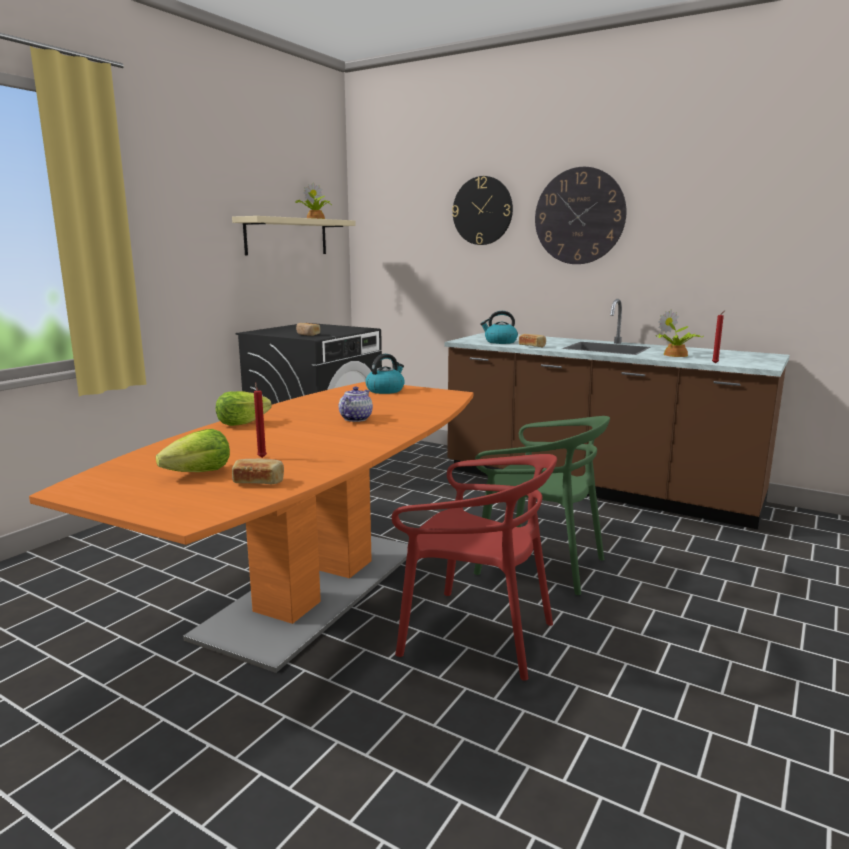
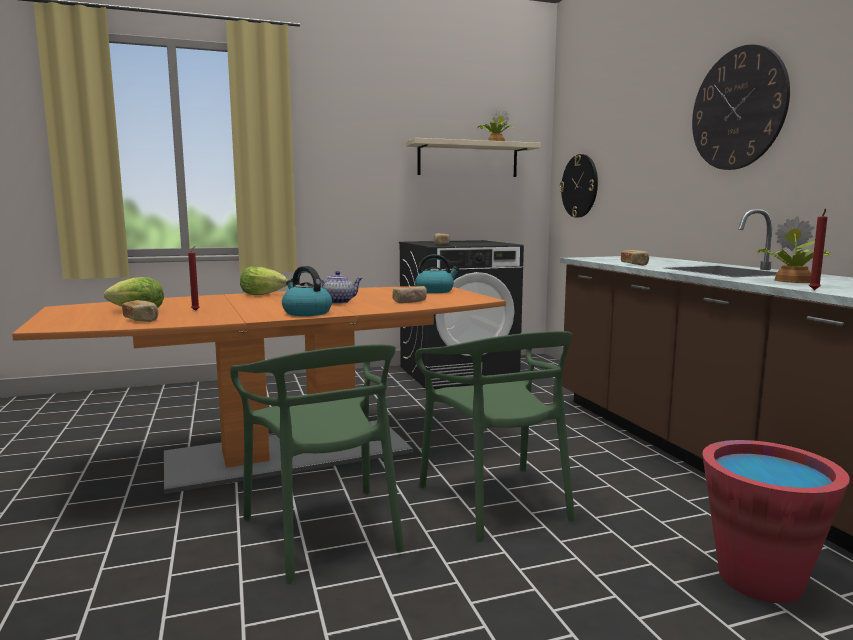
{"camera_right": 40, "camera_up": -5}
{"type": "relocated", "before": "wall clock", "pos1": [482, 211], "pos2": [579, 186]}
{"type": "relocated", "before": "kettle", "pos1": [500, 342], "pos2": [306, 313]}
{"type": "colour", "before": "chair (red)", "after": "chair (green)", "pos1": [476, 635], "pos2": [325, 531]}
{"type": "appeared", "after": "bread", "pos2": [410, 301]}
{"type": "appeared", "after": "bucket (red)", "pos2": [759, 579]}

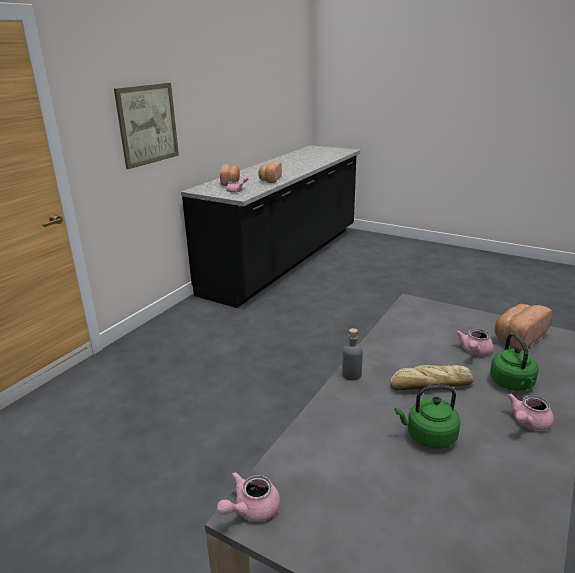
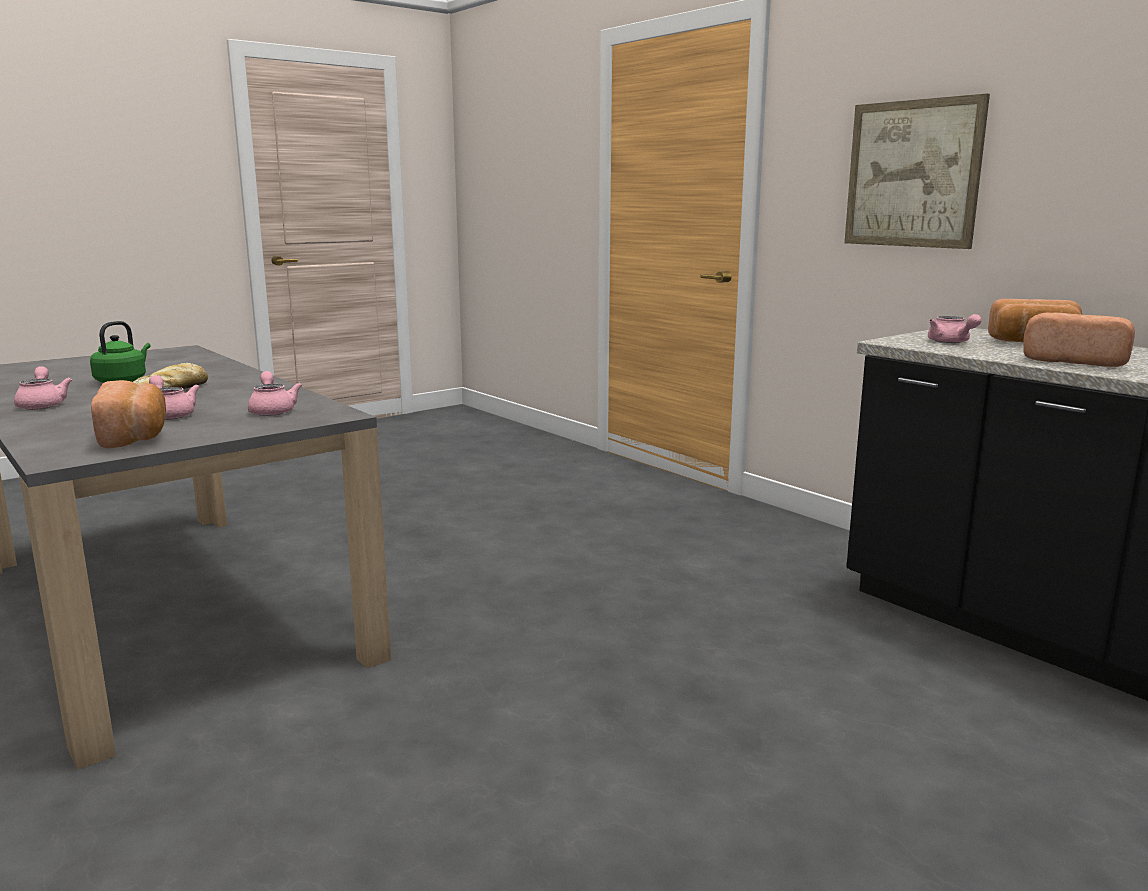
{"camera_right": 110, "camera_up": -10}
{"type": "missing", "before": "bottle (grey)", "pos1": [351, 374]}
{"type": "missing", "before": "kettle (green)", "pos1": [512, 384]}
{"type": "relocated", "before": "teapot (pink)", "pos1": [250, 509], "pos2": [272, 410]}

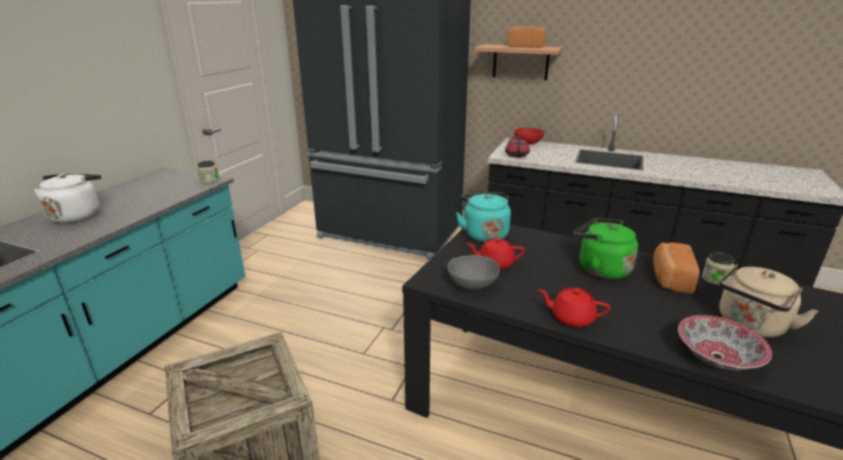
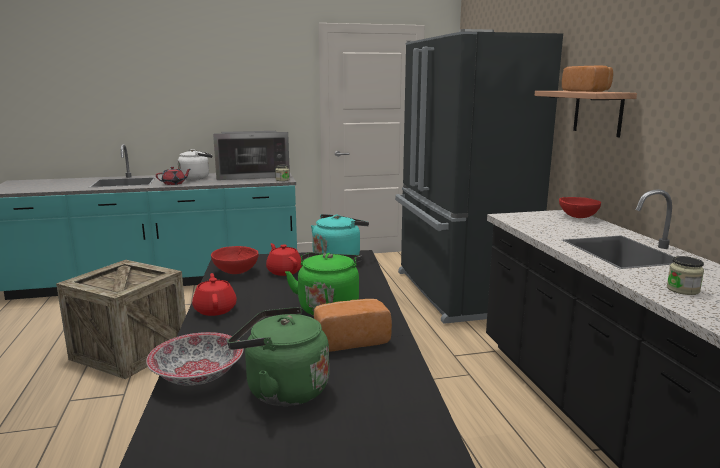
{"camera_right": 55, "camera_up": -10}
{"type": "relocated", "before": "teapot (red)", "pos1": [516, 155], "pos2": [174, 183]}
{"type": "relocated", "before": "jar", "pos1": [715, 279], "pos2": [683, 289]}
{"type": "colour", "before": "bowl (grey)", "after": "bowl (red)", "pos1": [471, 285], "pos2": [235, 271]}
{"type": "colour", "before": "kettle (beige)", "after": "kettle (green)", "pos1": [750, 326], "pos2": [282, 390]}
{"type": "appeared", "after": "microwave", "pos2": [252, 175]}

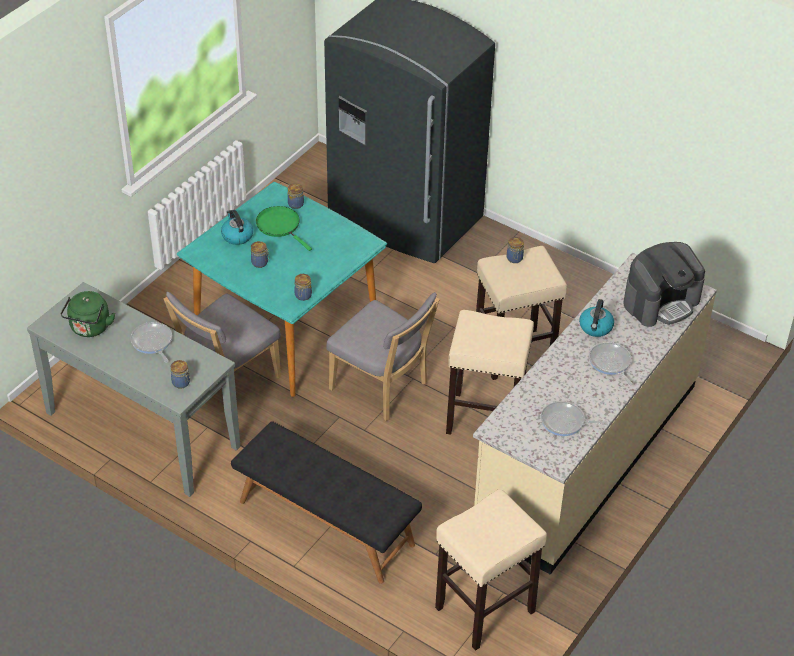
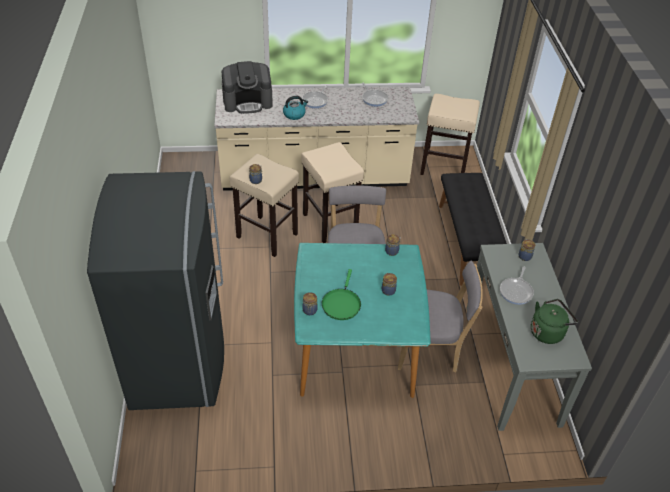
{"camera_right": -130, "camera_up": 0}
{"type": "missing", "before": "kettle", "pos1": [237, 236]}
{"type": "spun", "before": "coffee machine", "pos1": [661, 302], "pos2": [248, 102], "turn": 150}

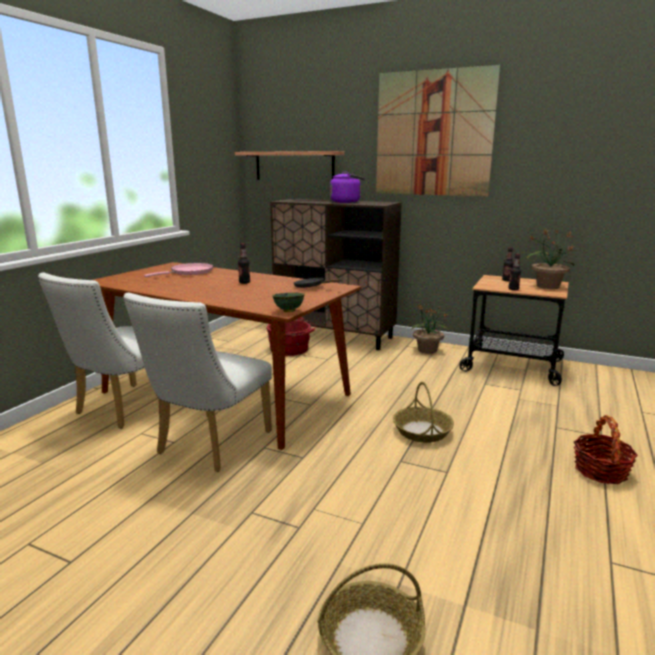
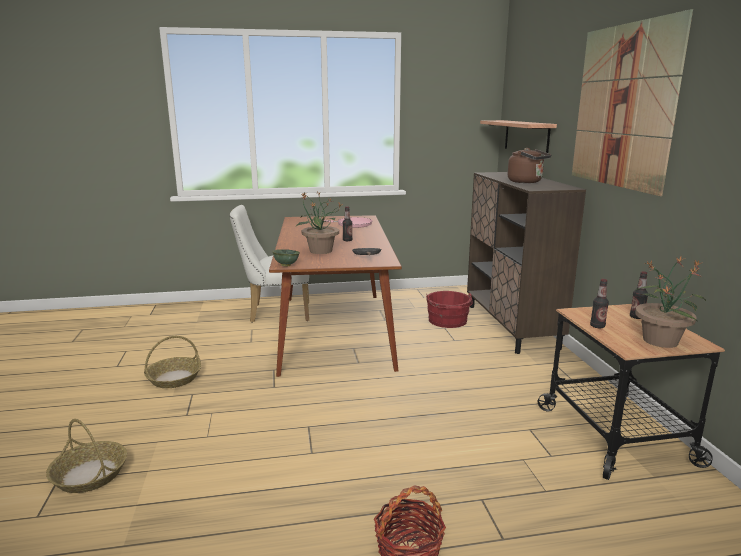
{"camera_right": 55, "camera_up": 0}
{"type": "colour", "before": "kettle (purple)", "after": "kettle (brown)", "pos1": [347, 202], "pos2": [527, 182]}
{"type": "missing", "before": "chair (white)", "pos1": [209, 446]}
{"type": "relocated", "before": "potted plant", "pos1": [427, 350], "pos2": [320, 251]}
{"type": "relocated", "before": "basket", "pos1": [422, 431], "pos2": [174, 378]}

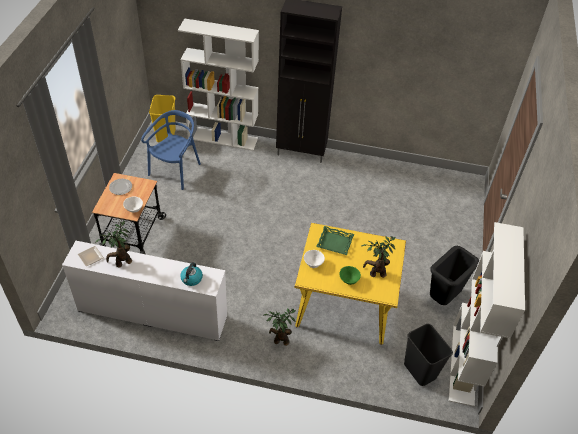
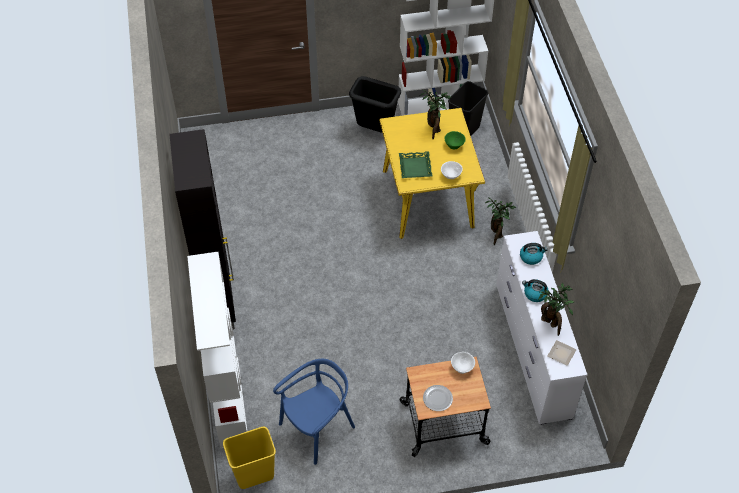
{"camera_right": -110, "camera_up": 5}
{"type": "spun", "before": "chair (blue)", "pos1": [175, 171], "pos2": [317, 428], "turn": 135}
{"type": "appeared", "after": "kettle", "pos2": [535, 294]}

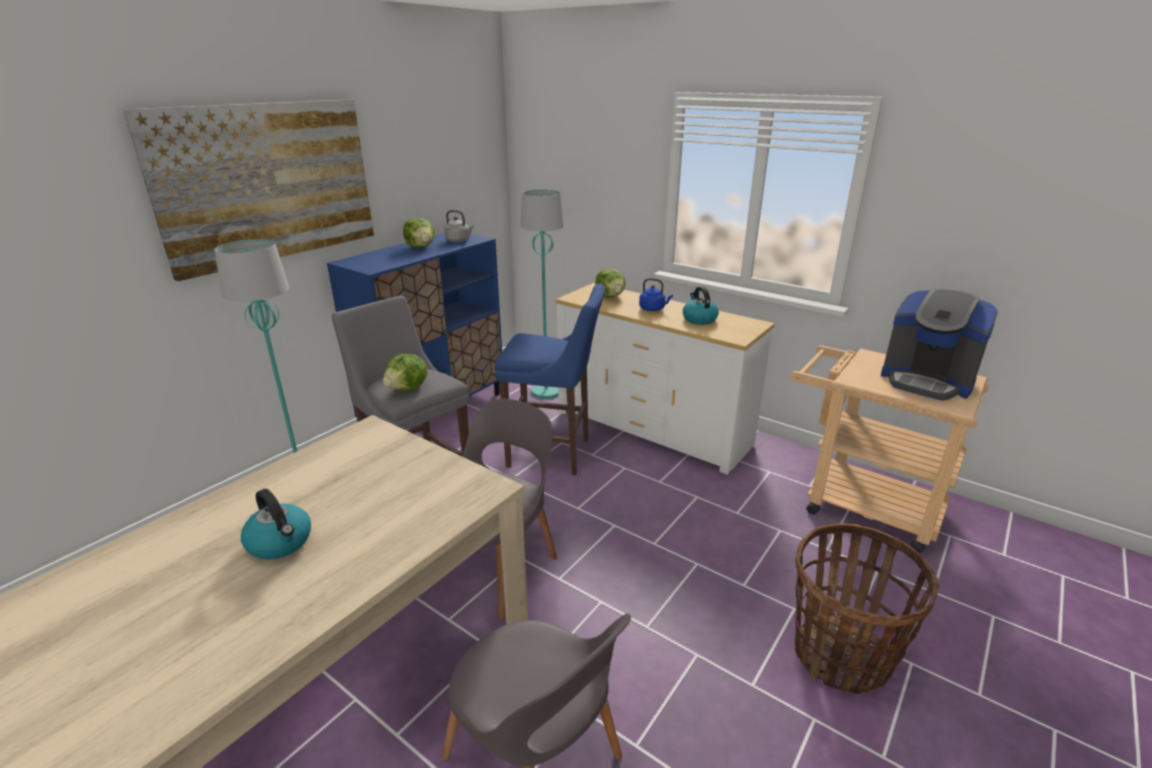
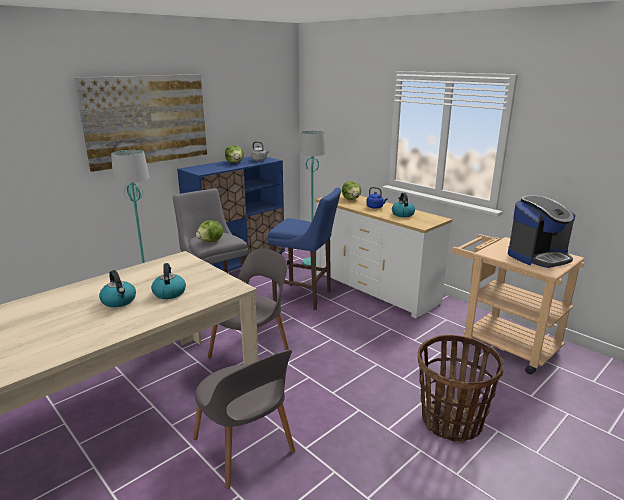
{"camera_right": 10, "camera_up": -5}
{"type": "spun", "before": "coffee machine", "pos1": [926, 381], "pos2": [538, 256], "turn": -75}
{"type": "appeared", "after": "kettle", "pos2": [169, 293]}

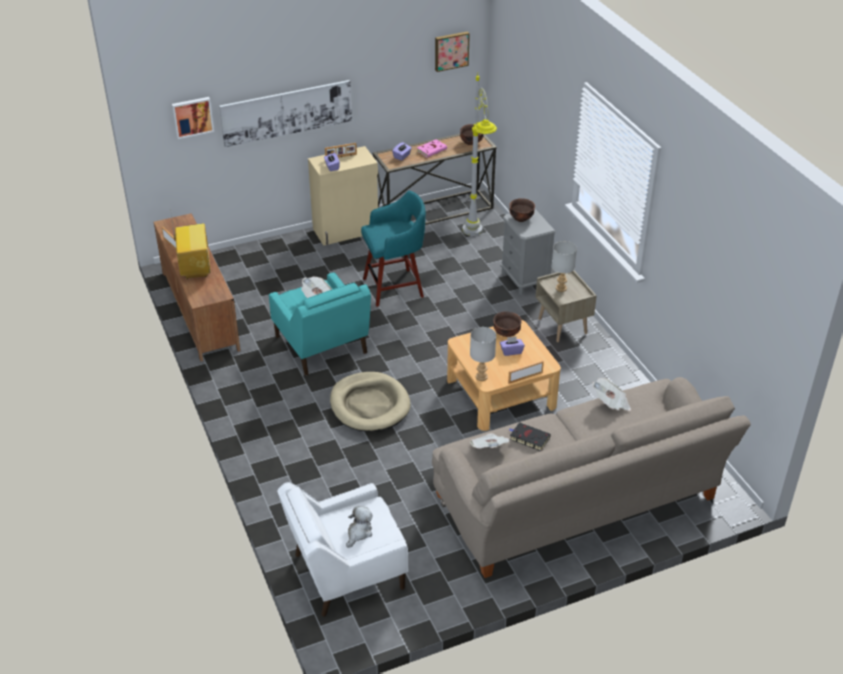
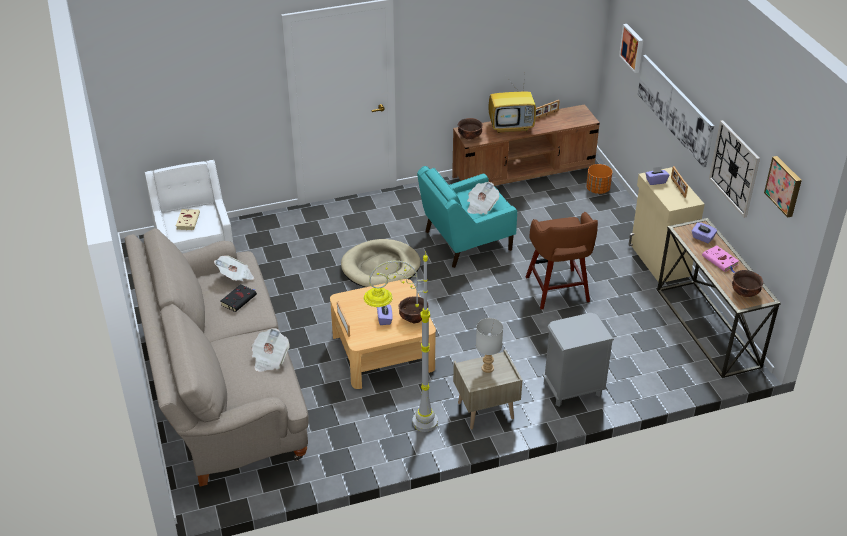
{"camera_right": 95, "camera_up": 0}
{"type": "relocated", "before": "floor lamp (grey)", "pos1": [476, 240], "pos2": [403, 424]}
{"type": "colour", "before": "stool (turquoise)", "after": "stool (brown)", "pos1": [395, 287], "pos2": [557, 290]}
{"type": "relocated", "before": "bowl (brown)", "pos1": [521, 218], "pos2": [470, 136]}
{"type": "missing", "before": "table lamp (grey)", "pos1": [481, 376]}
{"type": "exchanged", "before": "plush toy", "after": "book (beige)", "pos1": [359, 532], "pos2": [188, 220]}
{"type": "appeared", "after": "wall clock", "pos2": [734, 168]}
{"type": "appeared", "after": "planter (orange)", "pos2": [598, 189]}

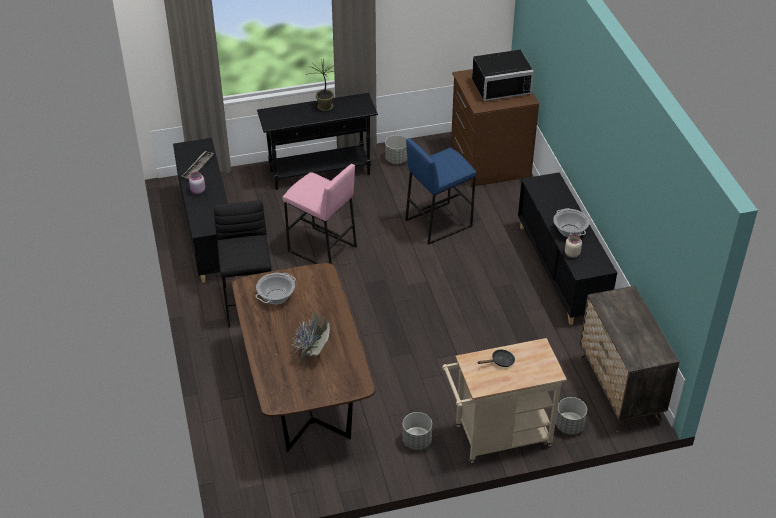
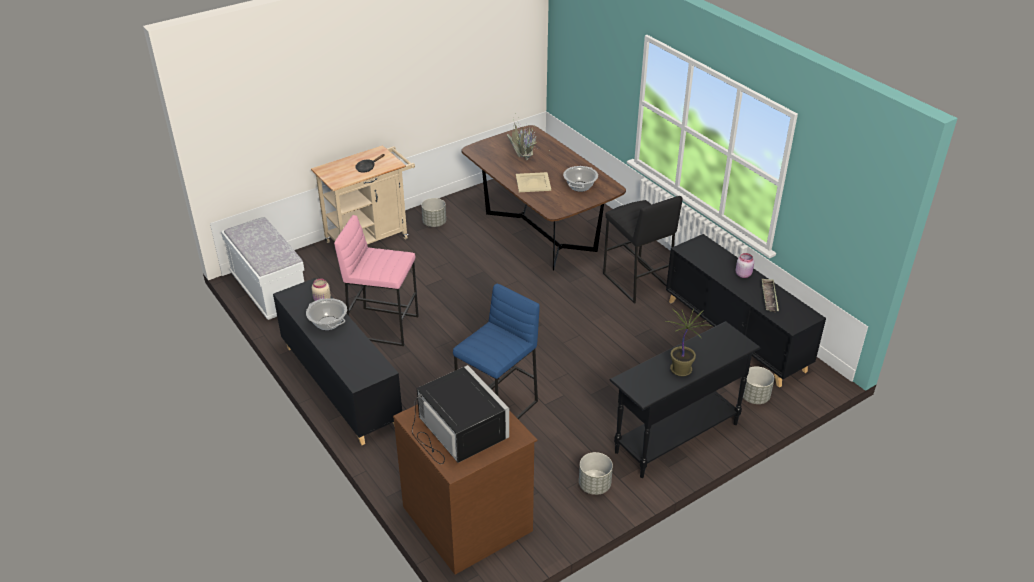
{"camera_right": 160, "camera_up": -5}
{"type": "spun", "before": "microwave (black)", "pos1": [500, 85], "pos2": [457, 431], "turn": 90}
{"type": "relocated", "before": "stool (pink)", "pos1": [321, 249], "pos2": [383, 326]}
{"type": "exchanged", "before": "dresser", "after": "bench (white)", "pos1": [620, 390], "pos2": [269, 291]}
{"type": "relocated", "before": "planter (grey)", "pos1": [569, 425], "pos2": [754, 397]}
{"type": "appeared", "after": "tray (beige)", "pos2": [533, 182]}

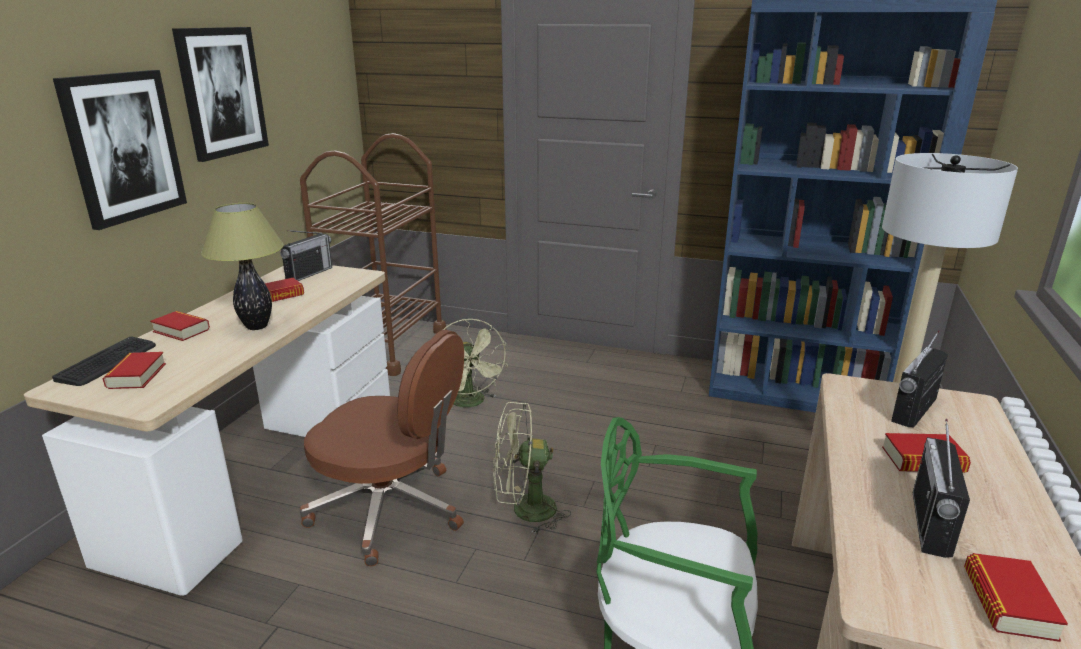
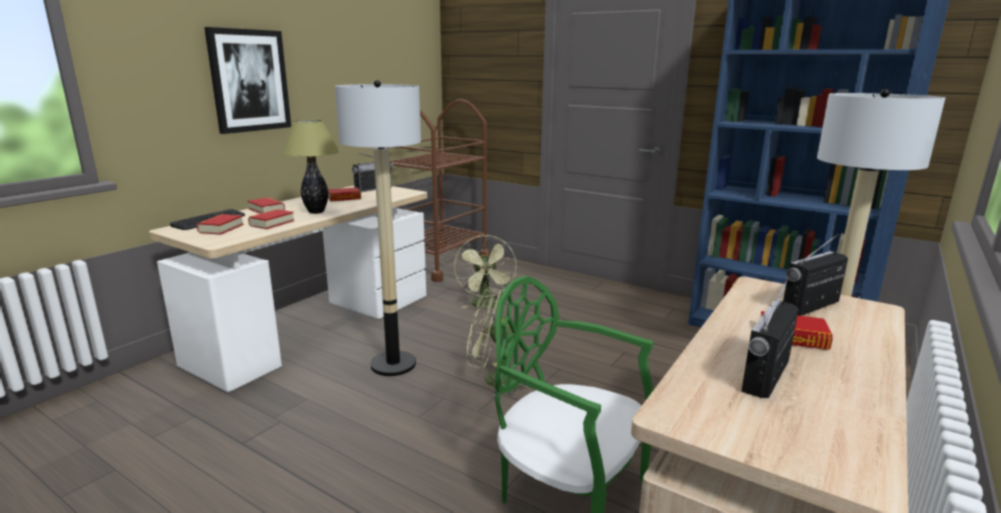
{"camera_right": 15, "camera_up": -5}
{"type": "missing", "before": "picture", "pos1": [222, 92]}
{"type": "exchanged", "before": "office chair (brown)", "after": "floor lamp", "pos1": [391, 510], "pos2": [393, 364]}
{"type": "relocated", "before": "book", "pos1": [1008, 603], "pos2": [272, 223]}

